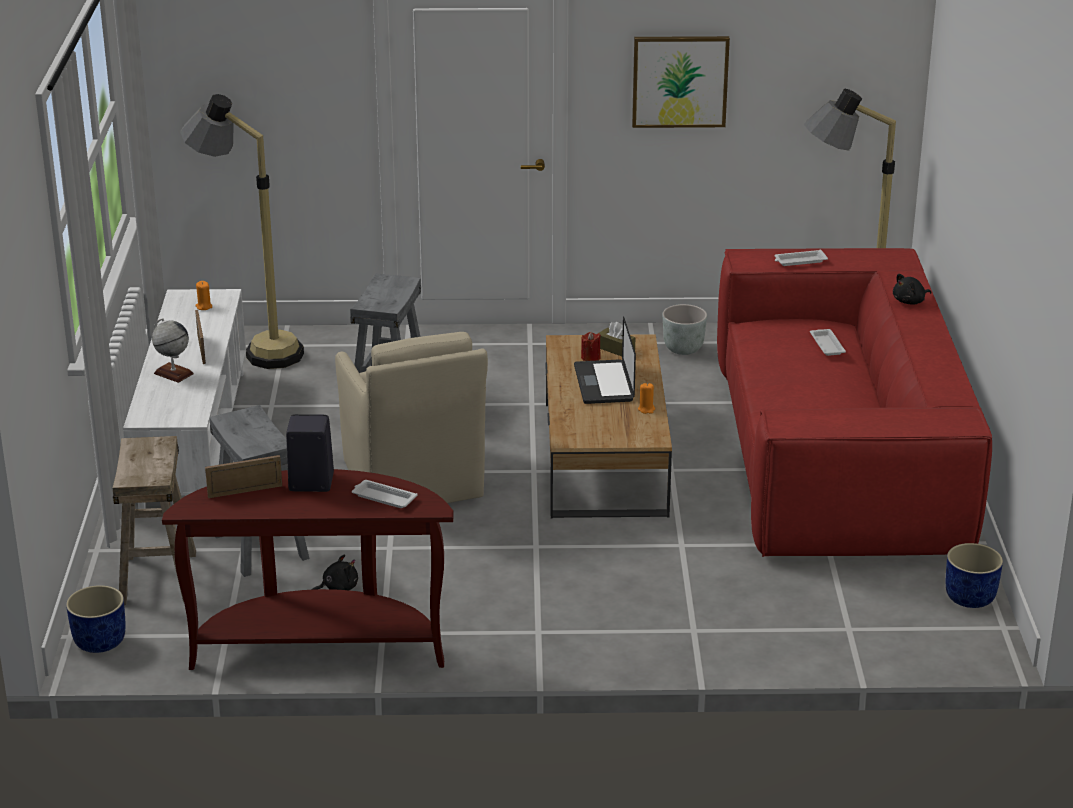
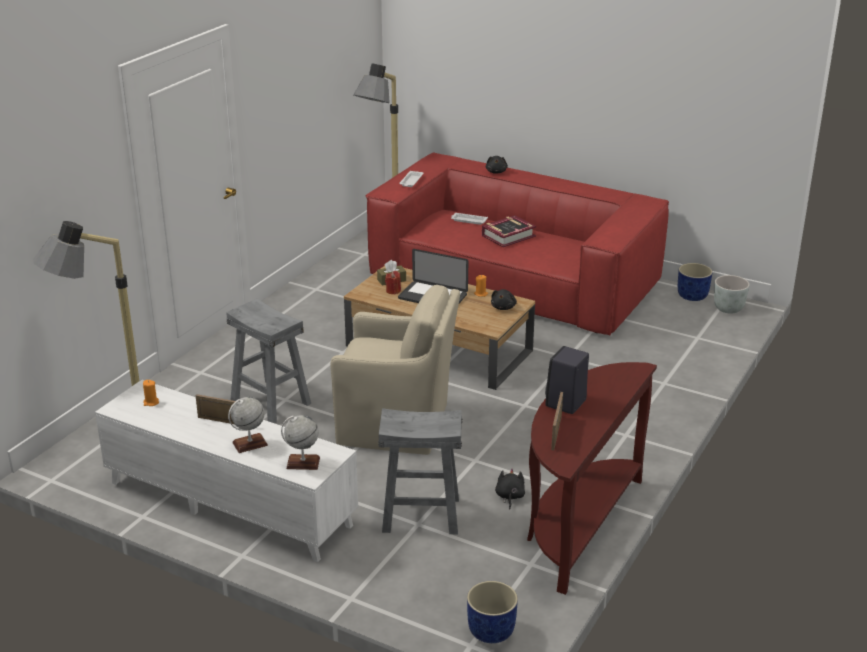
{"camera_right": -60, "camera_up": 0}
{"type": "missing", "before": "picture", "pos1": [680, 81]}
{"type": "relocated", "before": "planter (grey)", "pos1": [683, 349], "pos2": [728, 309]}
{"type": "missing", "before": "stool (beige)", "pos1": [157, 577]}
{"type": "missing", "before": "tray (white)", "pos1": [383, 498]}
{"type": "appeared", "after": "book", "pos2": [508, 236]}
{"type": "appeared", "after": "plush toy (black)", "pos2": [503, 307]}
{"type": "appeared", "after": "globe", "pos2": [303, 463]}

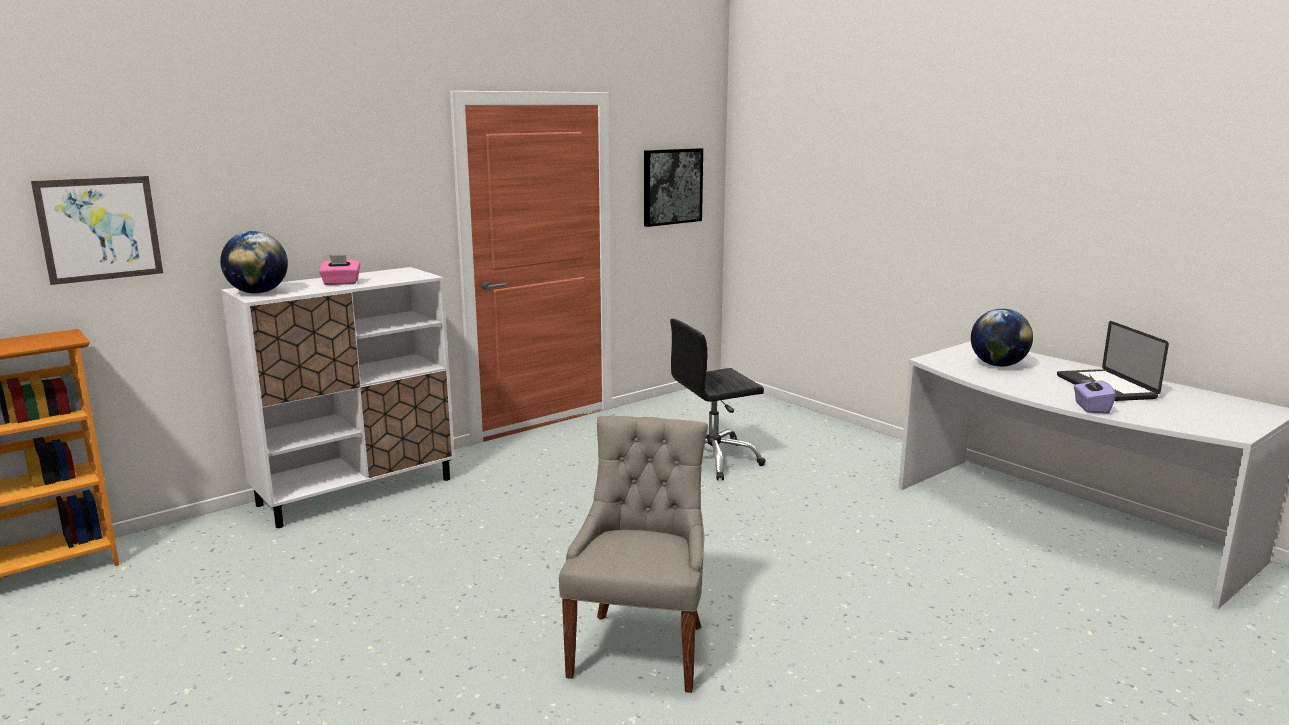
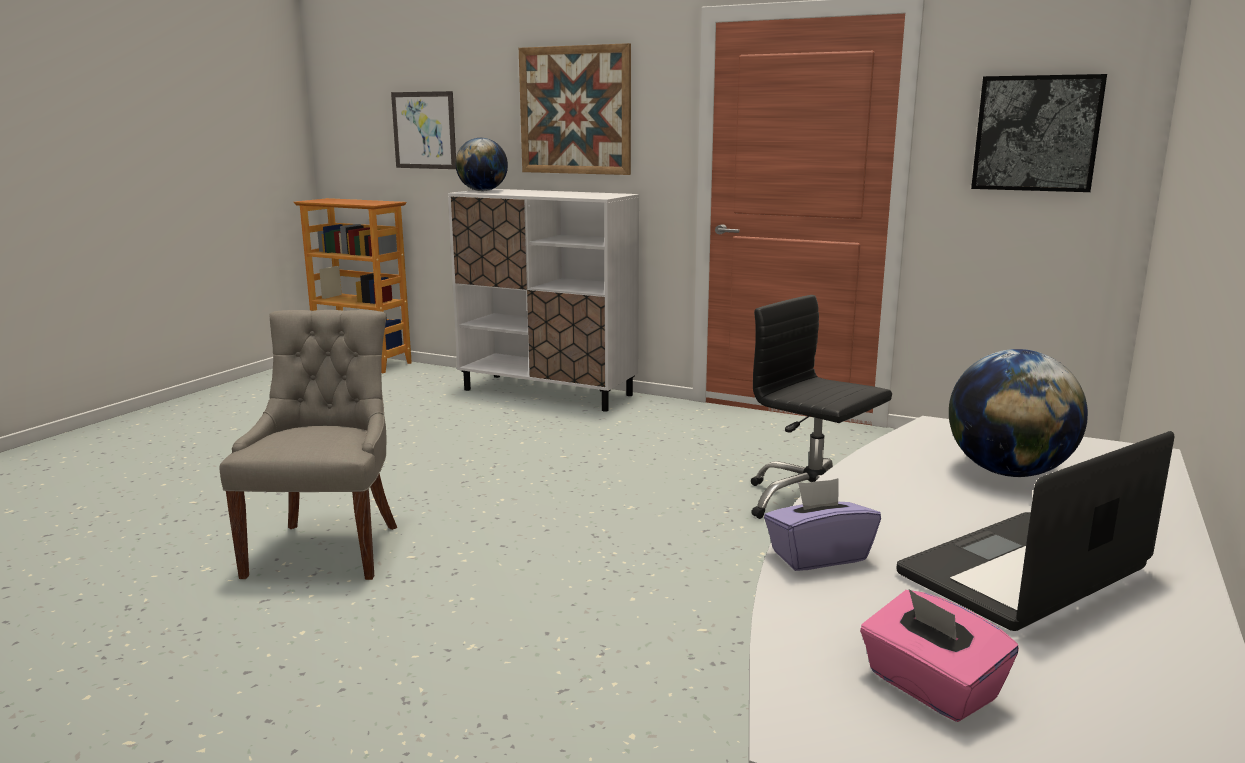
{"camera_right": 65, "camera_up": 0}
{"type": "relocated", "before": "tissue box (pink)", "pos1": [341, 283], "pos2": [930, 687]}
{"type": "spun", "before": "chair (grey)", "pos1": [640, 648], "pos2": [327, 549], "turn": -75}
{"type": "appeared", "after": "picture", "pos2": [575, 110]}

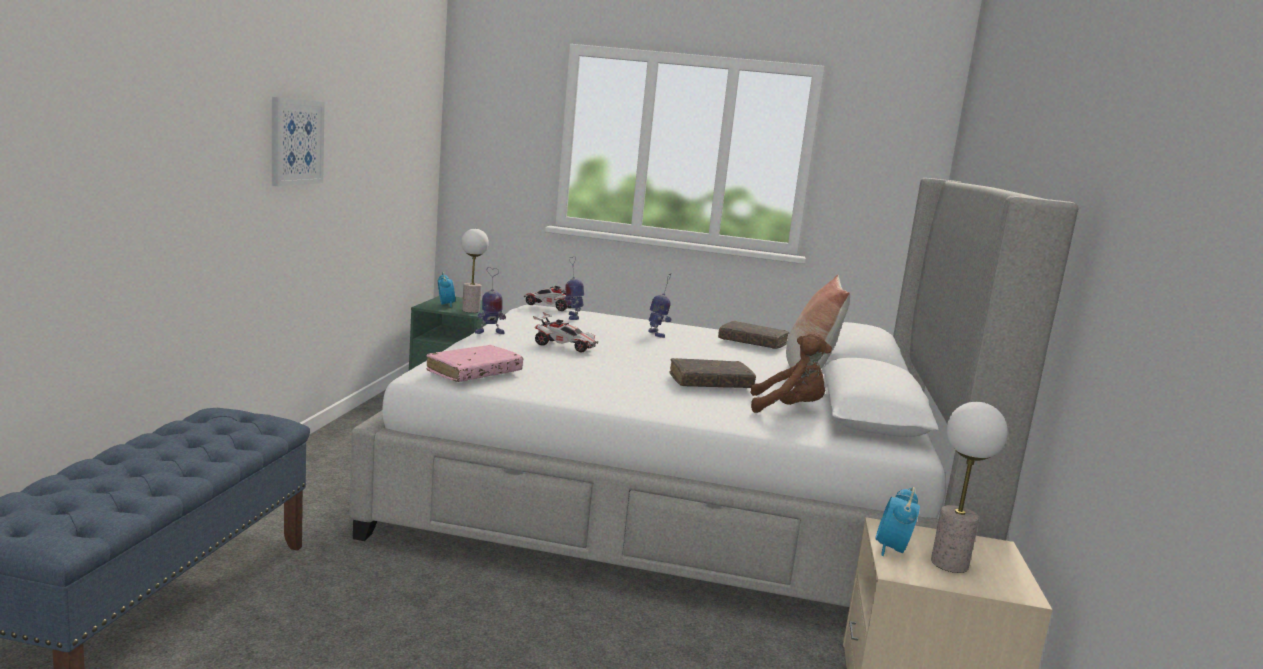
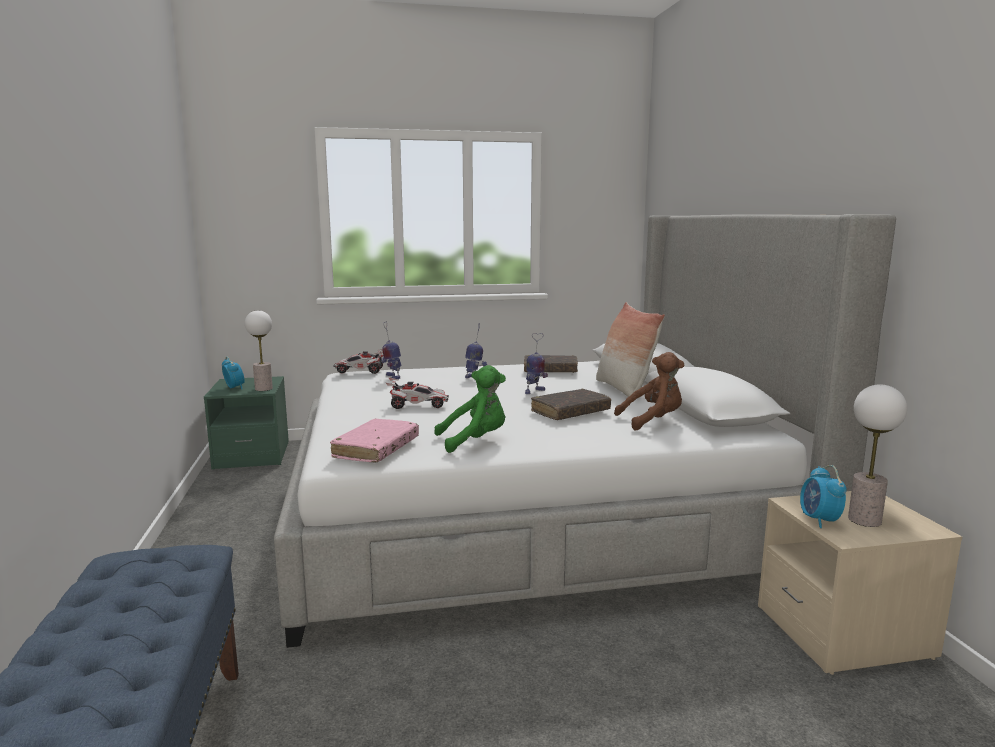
{"camera_right": -20, "camera_up": 0}
{"type": "missing", "before": "picture", "pos1": [296, 142]}
{"type": "relocated", "before": "toy robot", "pos1": [489, 333], "pos2": [534, 391]}
{"type": "appeared", "after": "plush toy (green)", "pos2": [475, 441]}

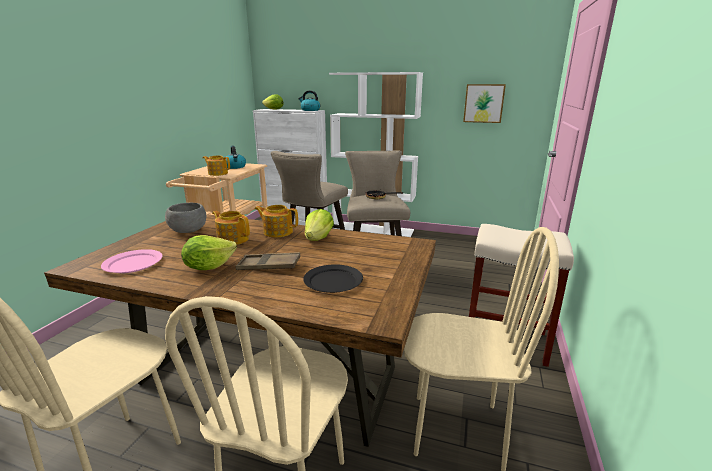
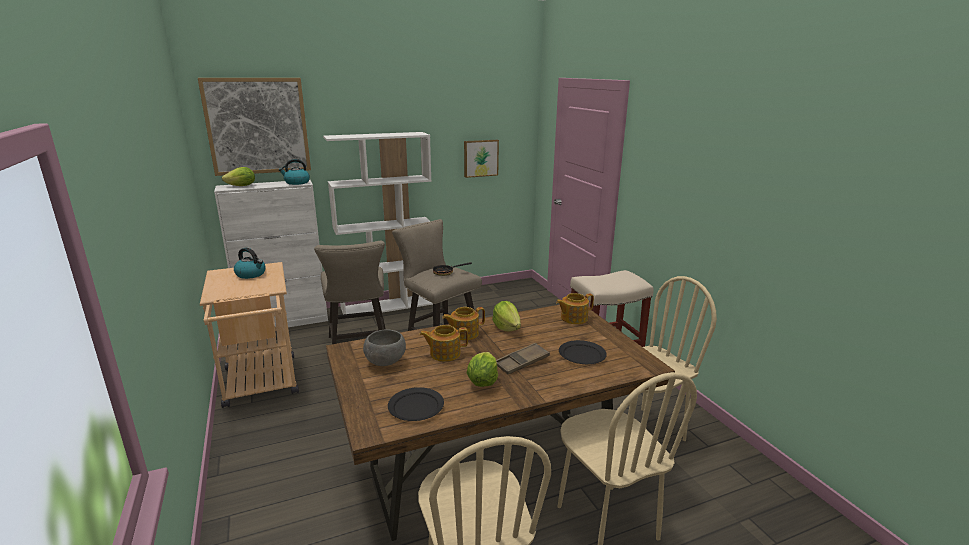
{"camera_right": -40, "camera_up": 0}
{"type": "relocated", "before": "teapot", "pos1": [218, 173], "pos2": [573, 318]}
{"type": "colour", "before": "plate (pink)", "after": "plate (black)", "pos1": [133, 264], "pos2": [416, 407]}
{"type": "appeared", "after": "picture", "pos2": [257, 126]}

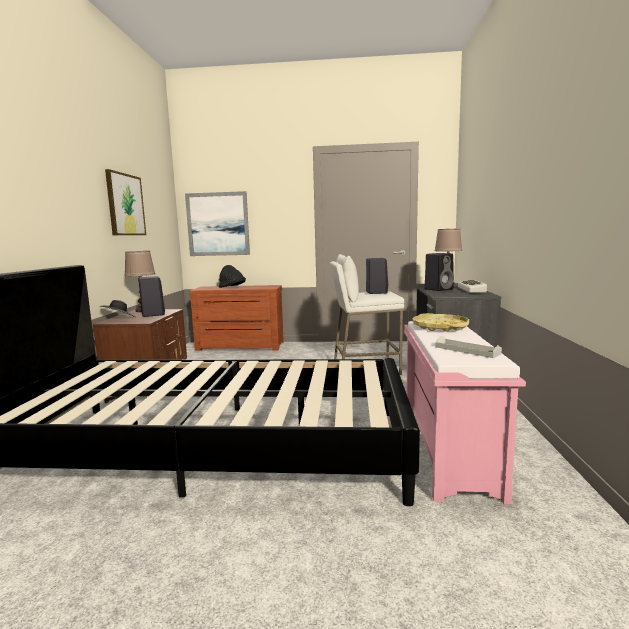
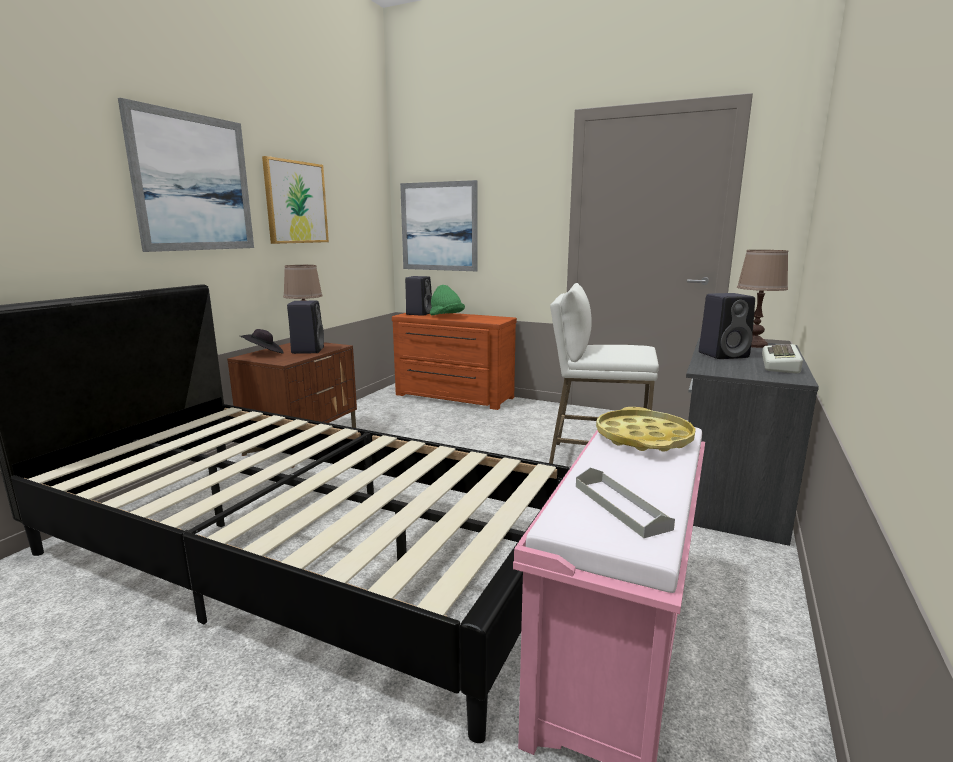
{"camera_right": 20, "camera_up": 5}
{"type": "relocated", "before": "speaker (black)", "pos1": [376, 292], "pos2": [419, 313]}
{"type": "colour", "before": "hat (black)", "after": "hat (green)", "pos1": [232, 288], "pos2": [446, 317]}
{"type": "appeared", "after": "picture", "pos2": [193, 183]}

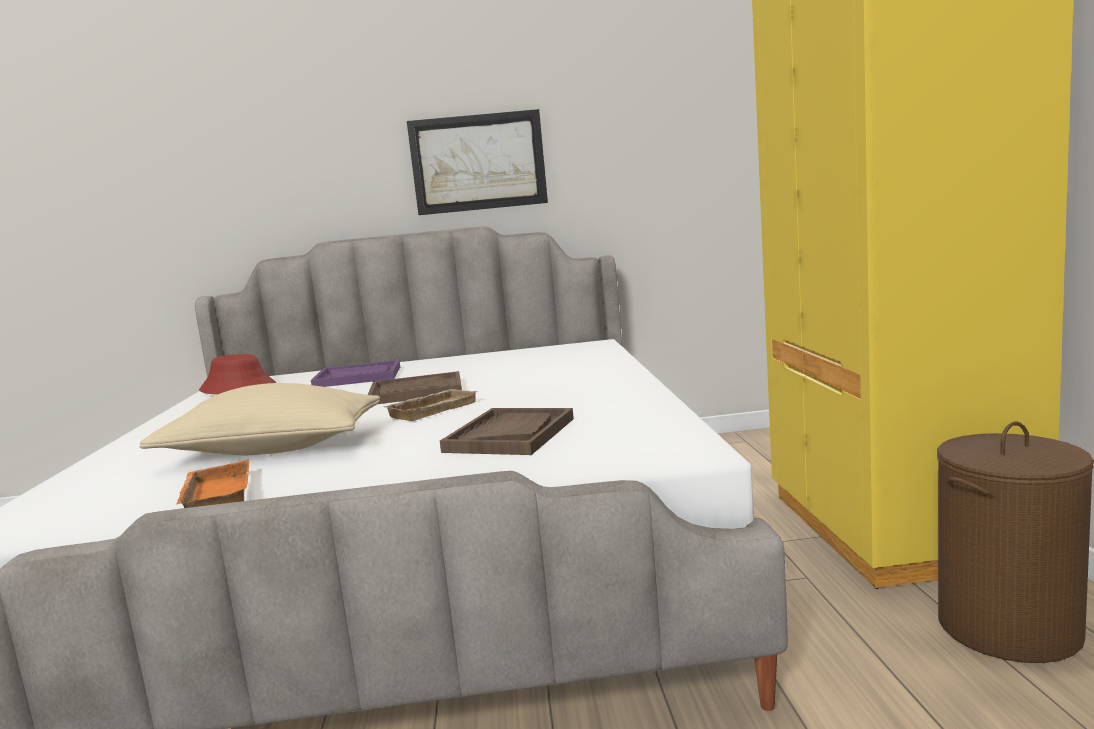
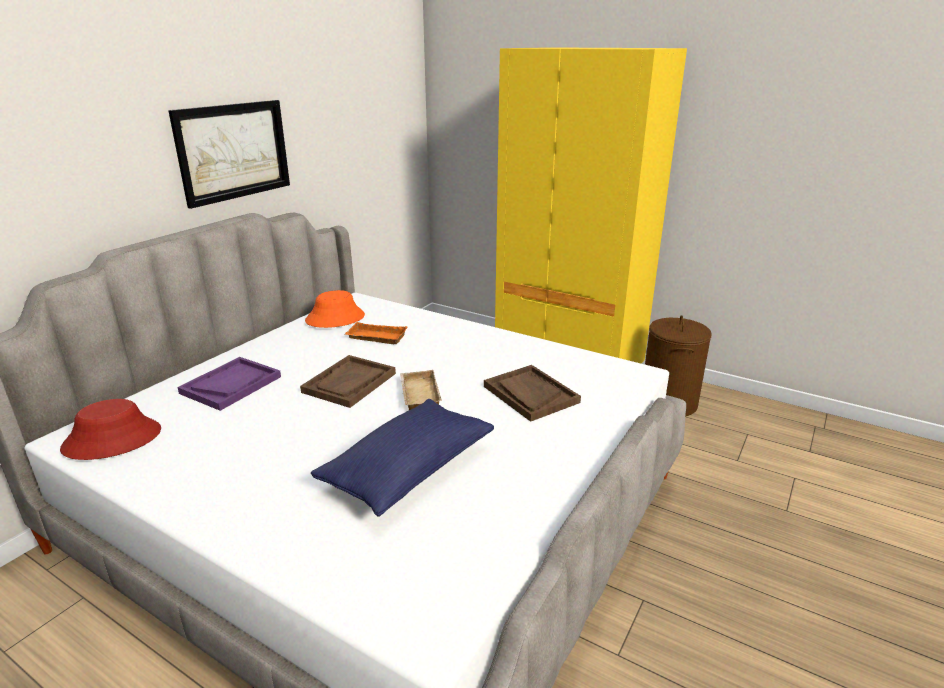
{"camera_right": -55, "camera_up": 15}
{"type": "colour", "before": "pillow (beige)", "after": "pillow (blue)", "pos1": [272, 450], "pos2": [408, 470]}
{"type": "relocated", "before": "tray (orange)", "pos1": [214, 495], "pos2": [375, 338]}
{"type": "appeared", "after": "hat (orange)", "pos2": [335, 318]}

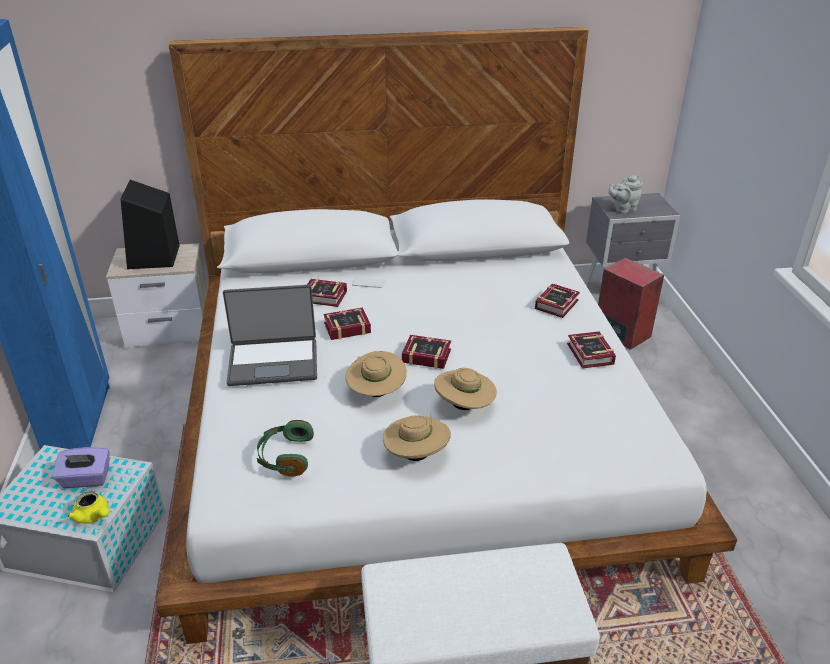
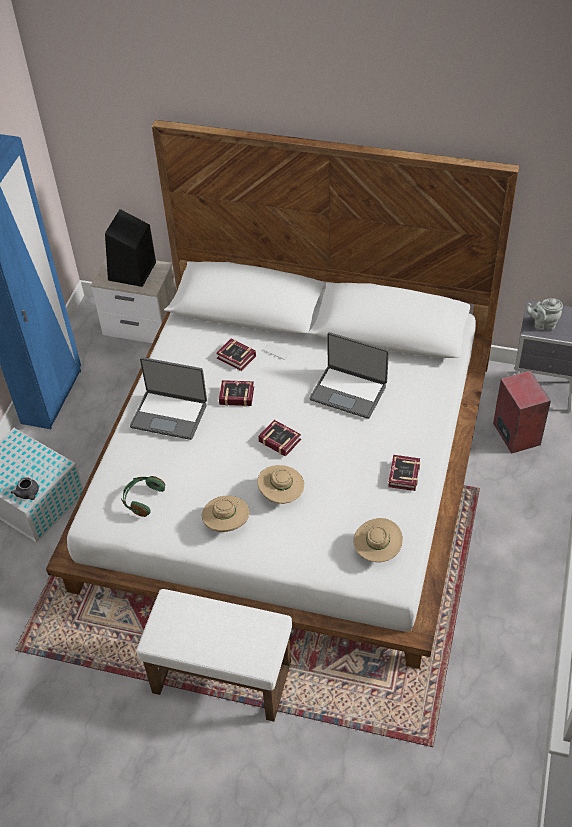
{"camera_right": 25, "camera_up": 15}
{"type": "missing", "before": "book", "pos1": [558, 304]}
{"type": "relocated", "before": "hat (beige)", "pos1": [376, 392], "pos2": [377, 550]}
{"type": "missing", "before": "tissue box (purple)", "pos1": [86, 479]}
{"type": "colour", "before": "teapot (yellow)", "after": "teapot (grey)", "pos1": [94, 516], "pos2": [28, 494]}
{"type": "appeared", "after": "laptop", "pos2": [349, 392]}

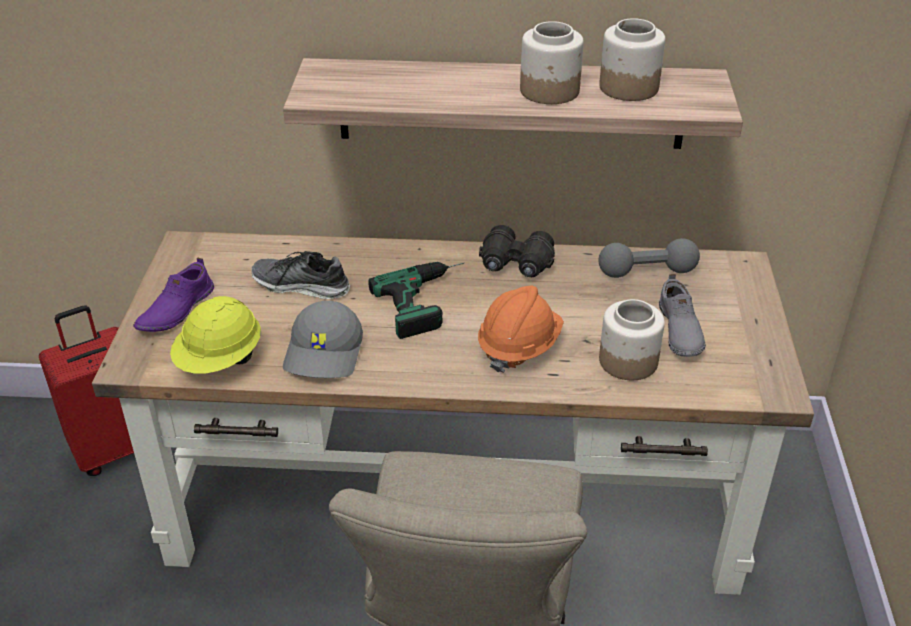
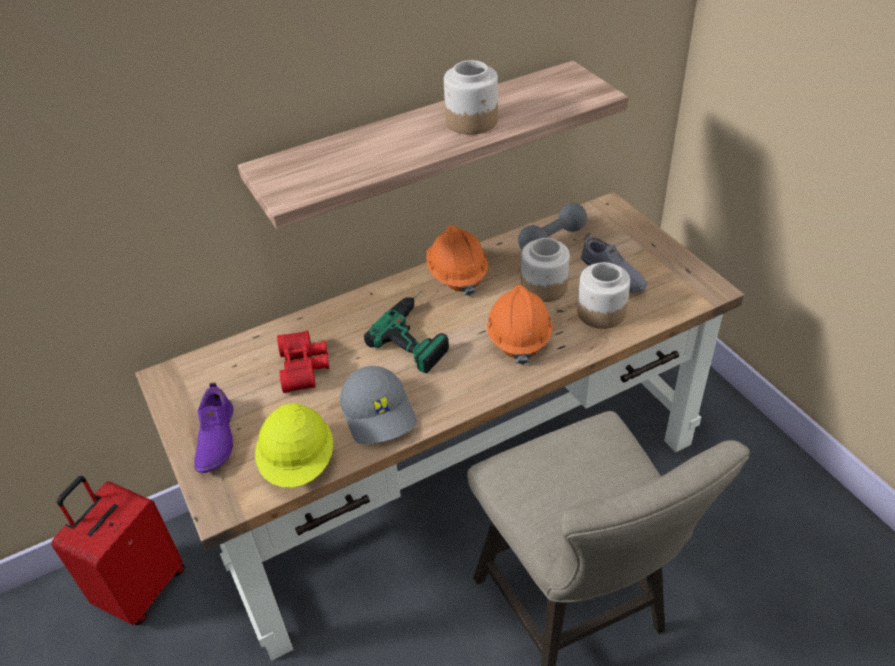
{"camera_right": -30, "camera_up": 5}
{"type": "relocated", "before": "jar", "pos1": [628, 87], "pos2": [543, 287]}
{"type": "exchanged", "before": "binoculars (black)", "after": "hard hat (orange)", "pos1": [516, 265], "pos2": [457, 274]}
{"type": "exchanged", "before": "shoe", "after": "binoculars (red)", "pos1": [301, 286], "pos2": [305, 367]}

